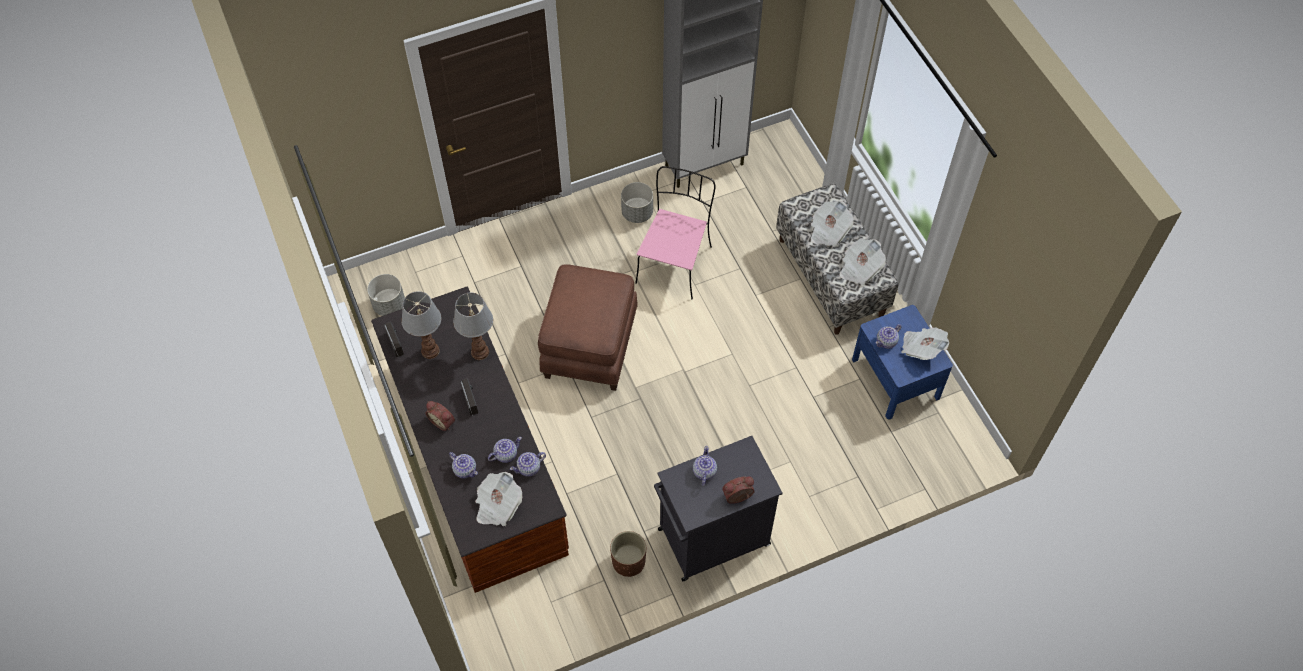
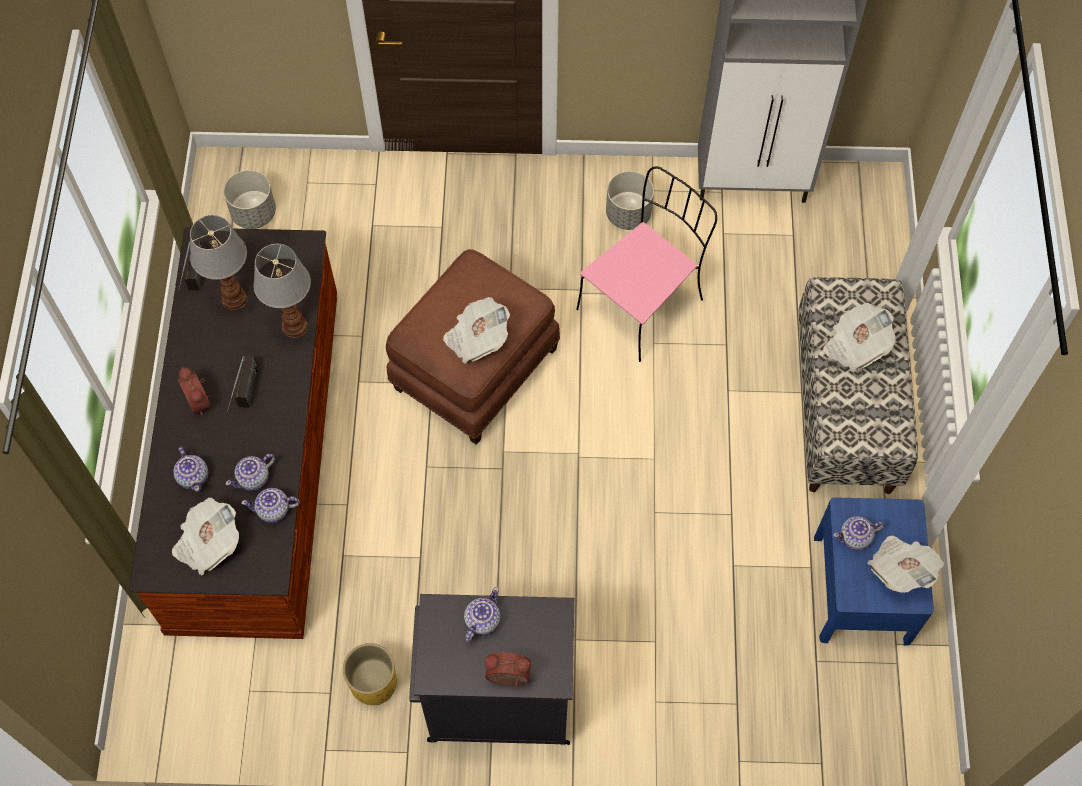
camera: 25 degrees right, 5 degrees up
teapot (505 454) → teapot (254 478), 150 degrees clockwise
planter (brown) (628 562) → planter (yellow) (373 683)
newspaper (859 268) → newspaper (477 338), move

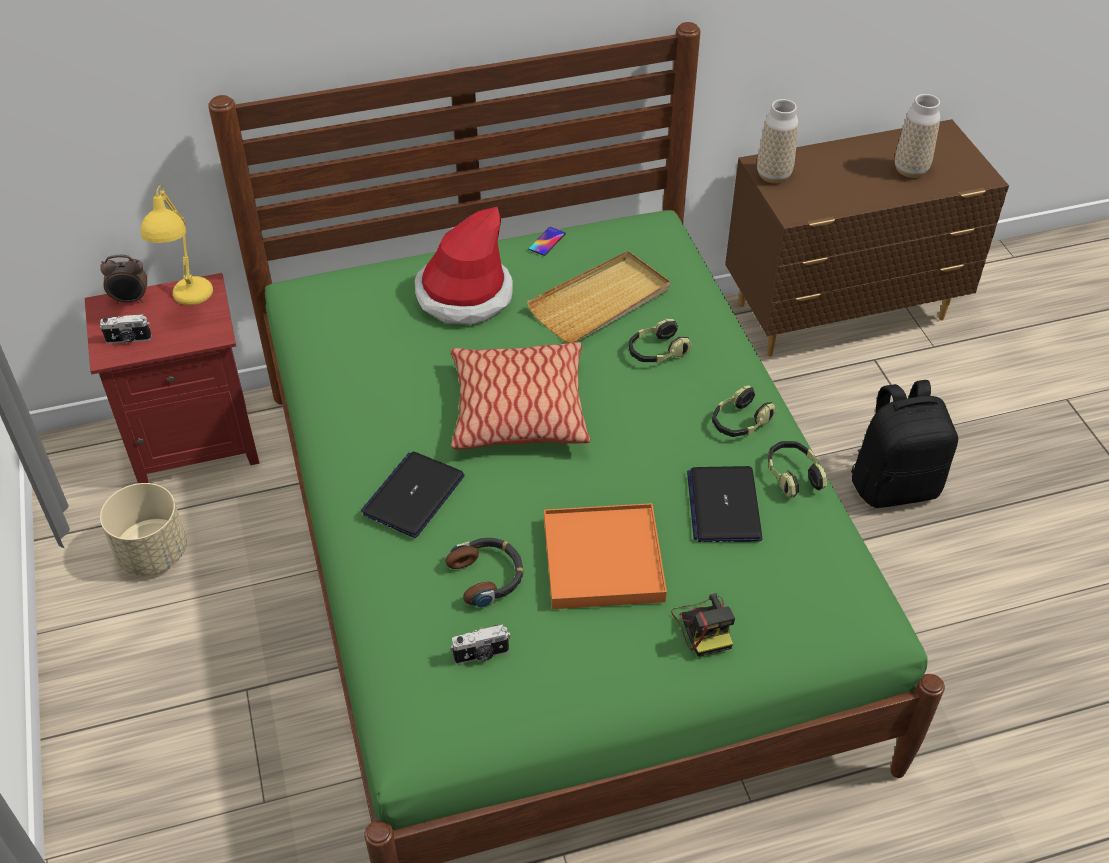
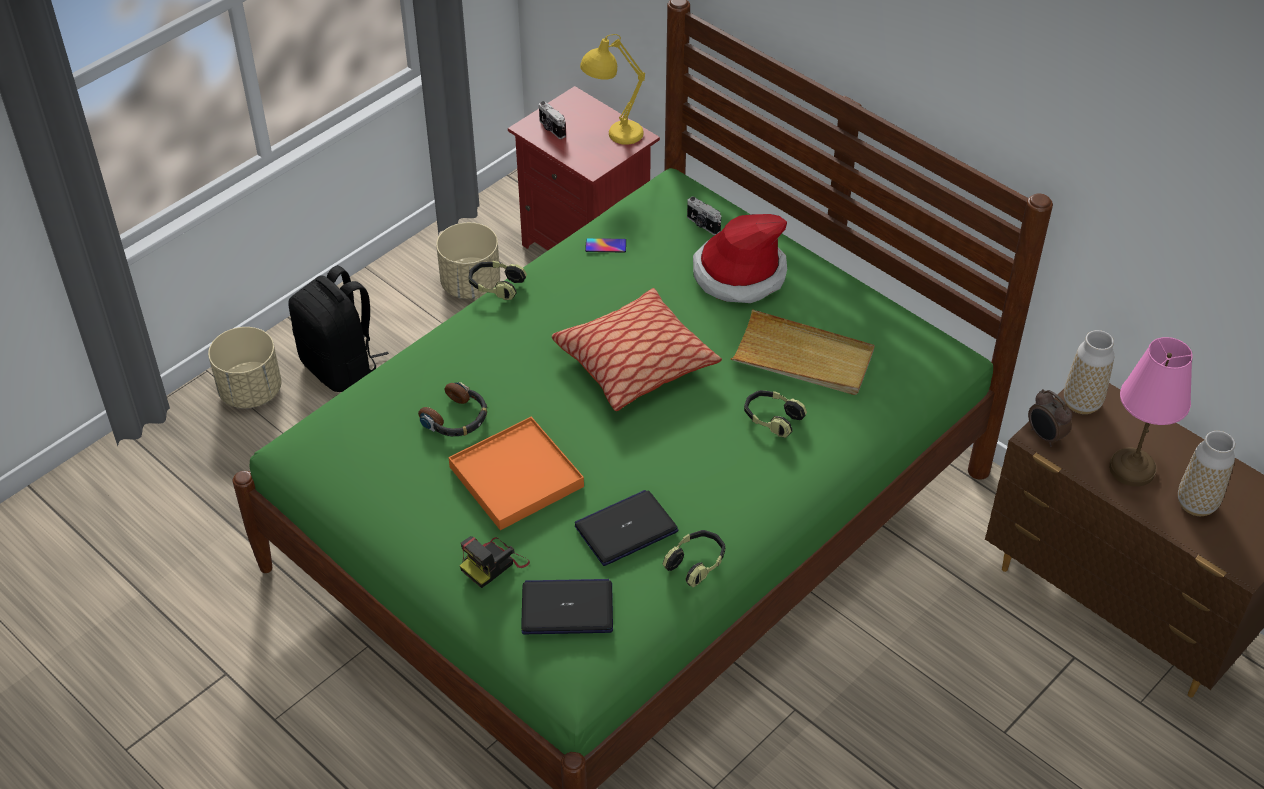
camera: 60 degrees right, 0 degrees up
- → planter (beige) (251 391)
backpack (black) (894 485) → backpack (black) (341 367), move
headphones (740 422) → headphones (496 286), move
laptop (413 495) → laptop (567 608), move
phone (547 241) → phone (605 246), move
photo camera (481 655) → photo camera (702 225), move
alarm clock (131 300) → alarm clock (1044 437), move
- → table lamp (pink) (1131 468)

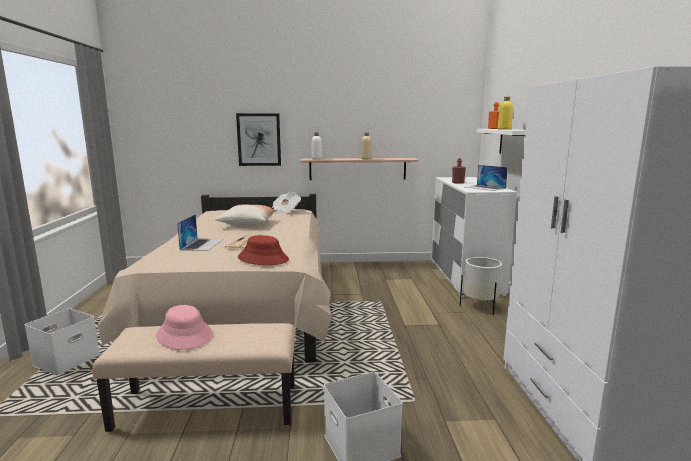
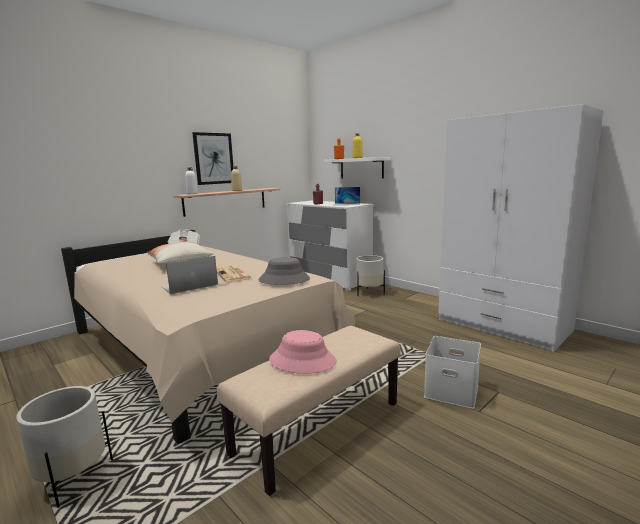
camera: 40 degrees left, 0 degrees up
storage box (white) (67 359) → planter (white) (73 479)
laptop (202 244) → laptop (189 285), 90 degrees counterclockwise
picture (259 139) → picture (213 158), move
hat (red) (263 259) → hat (grey) (284 280)

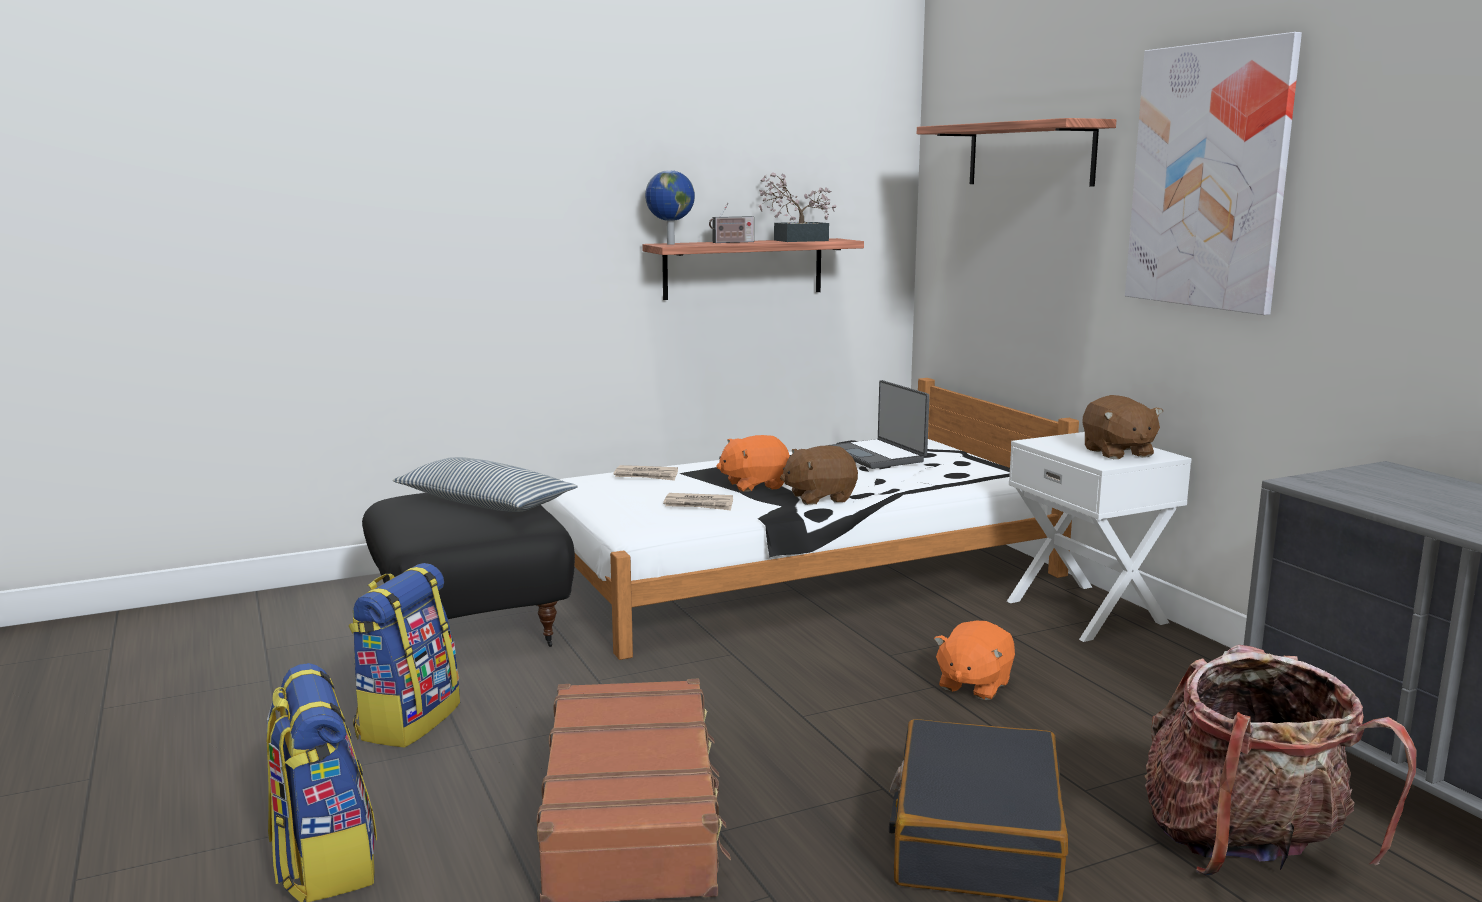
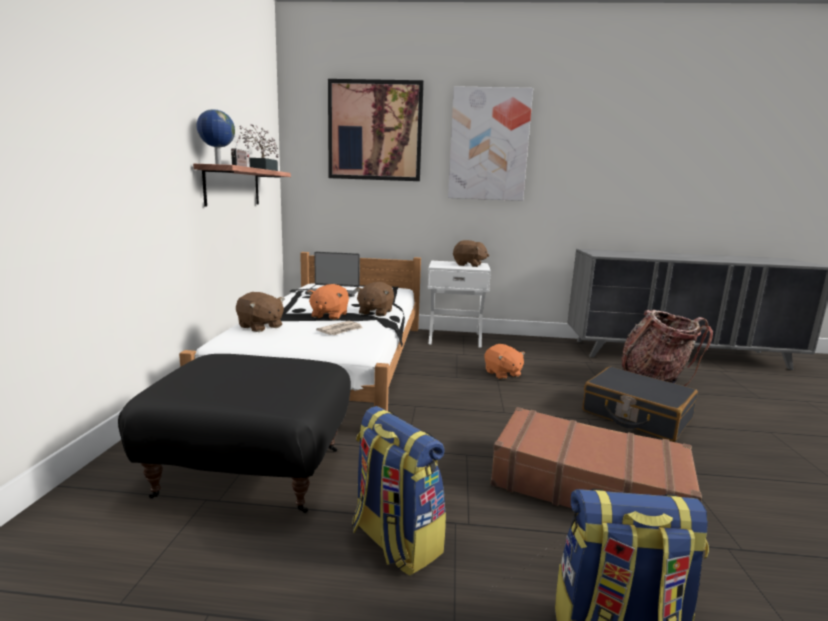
camera: 60 degrees left, 0 degrees up
newspaper (646 476) → plush toy (brown) (260 327)
shelf (1030 154) → picture (375 131)
pillow (485 503) → -

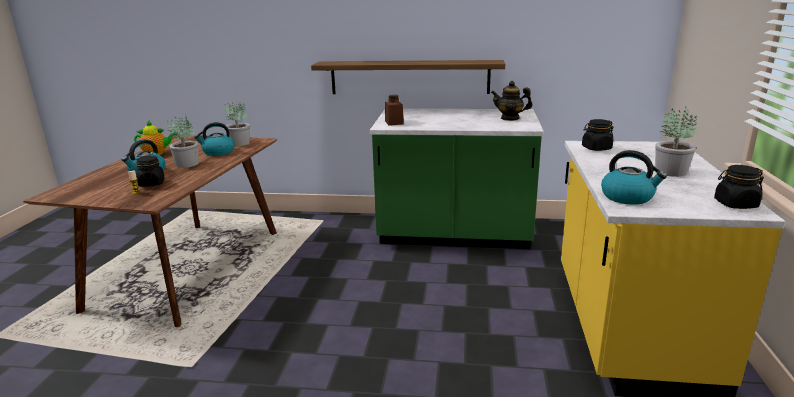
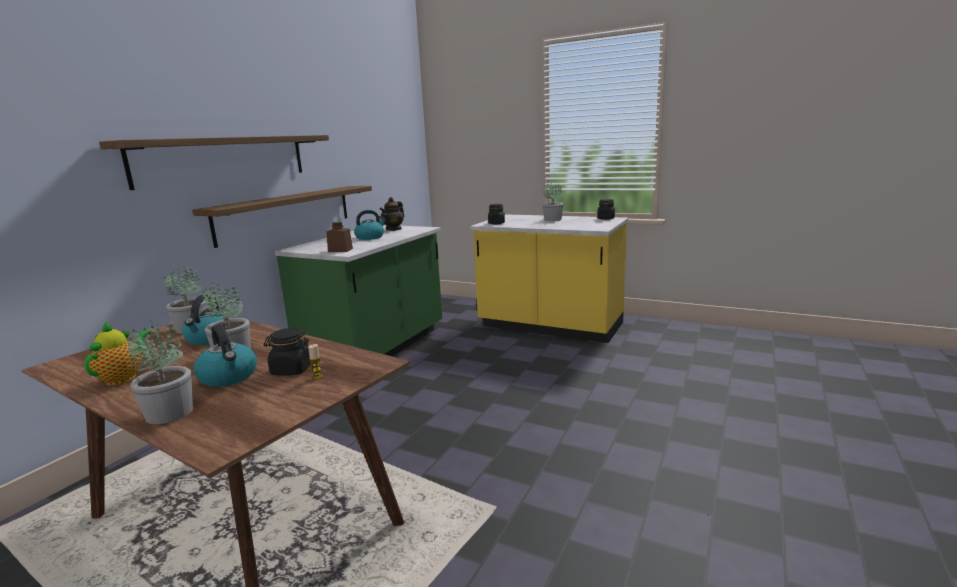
camera: 70 degrees left, 5 degrees down
- → shelf (225 159)
- → potted plant (168 413)
kettle (628 197) → kettle (370 237), move

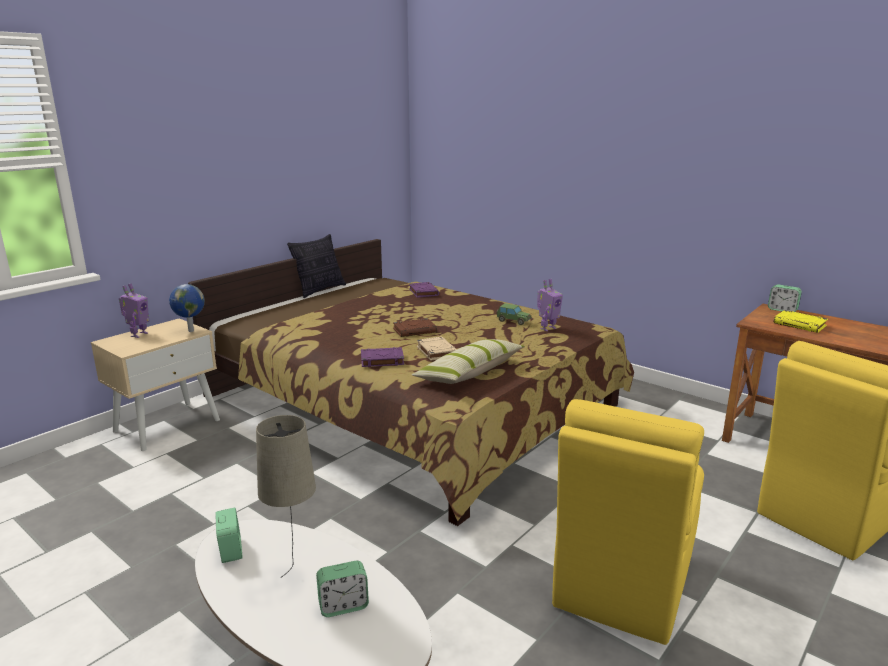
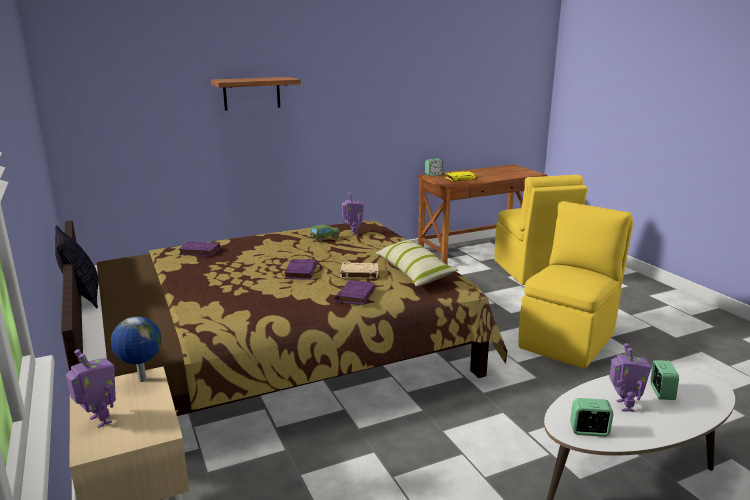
camera: 65 degrees left, 0 degrees up
- → shelf (251 93)
book (brown) (415 330) → book (purple) (301 272)
chair (yellow) (622 583) → chair (yellow) (568 339), 105 degrees counterclockwise
table lamp (beige) (295 573) → toy robot (623 406)

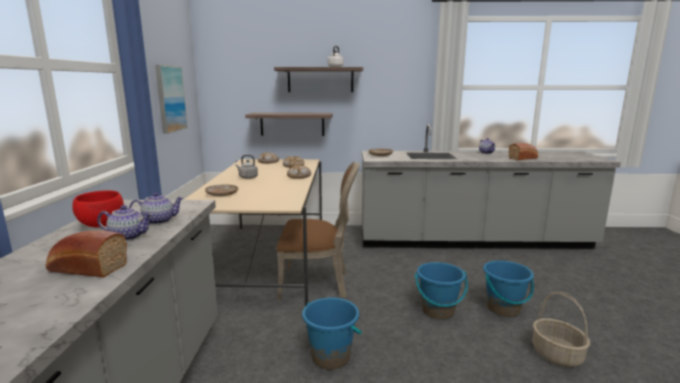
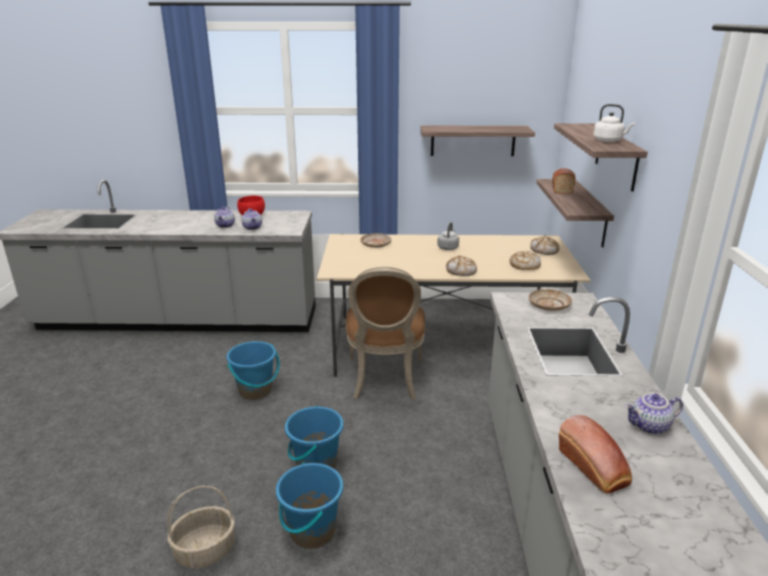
camera: 90 degrees right, 10 degrees up
picture (170 99) → shelf (473 140)
bread (86 268) → bread (561 188), move

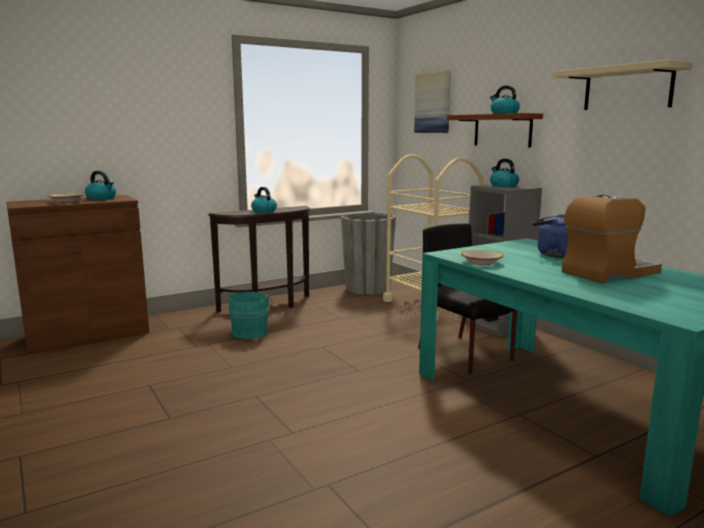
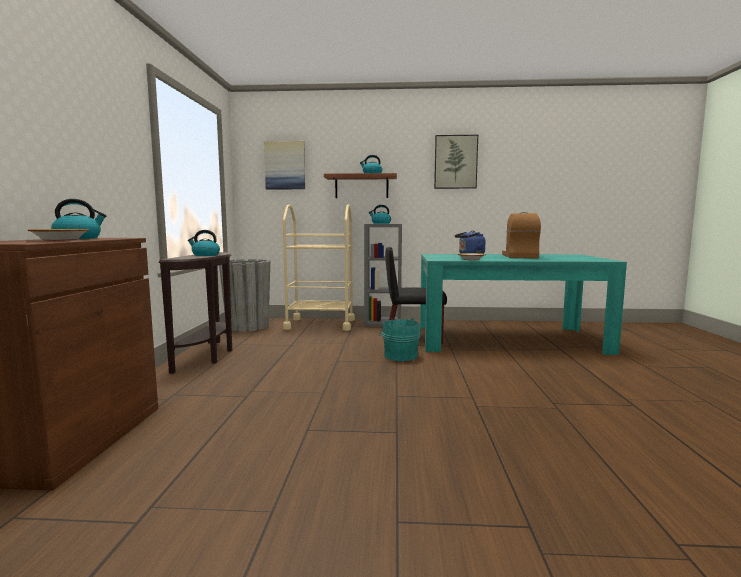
camera: 55 degrees left, 5 degrees down
bucket (turquoise) (251 332) → bucket (turquoise) (399 355), move
shelf (beige) (627 88) → picture (455 162)

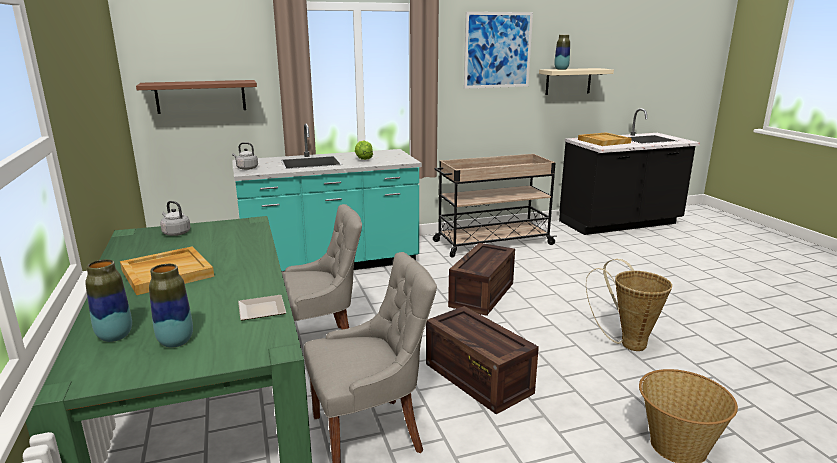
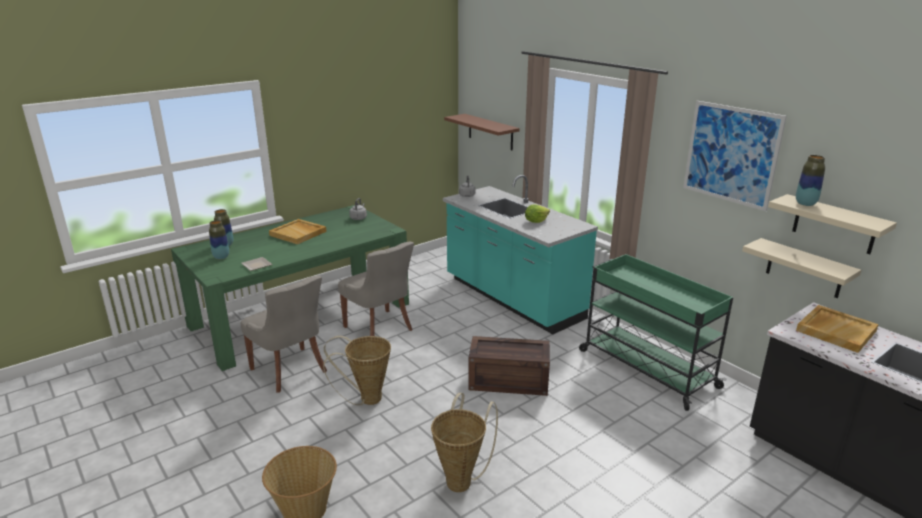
camera: 70 degrees right, 5 degrees up
crate (475 378) → basket (365 399)
cart (beige) (491 243) → cart (green) (645 368)
- → shelf (beige) (804 269)

